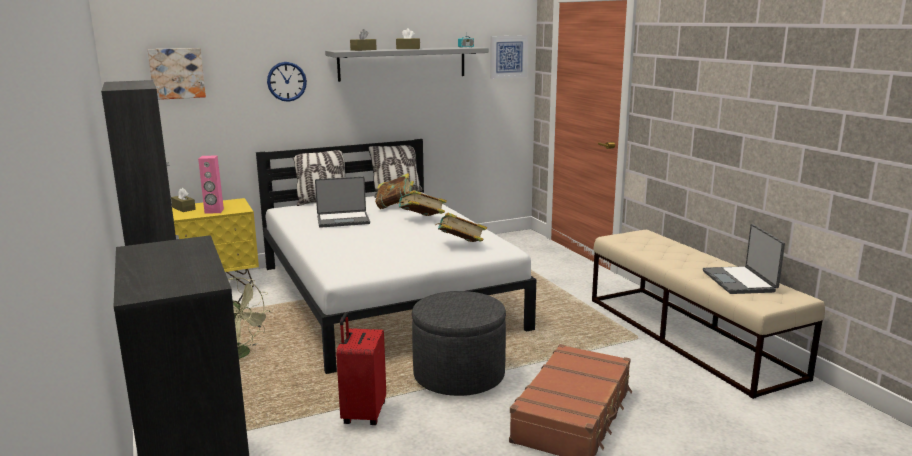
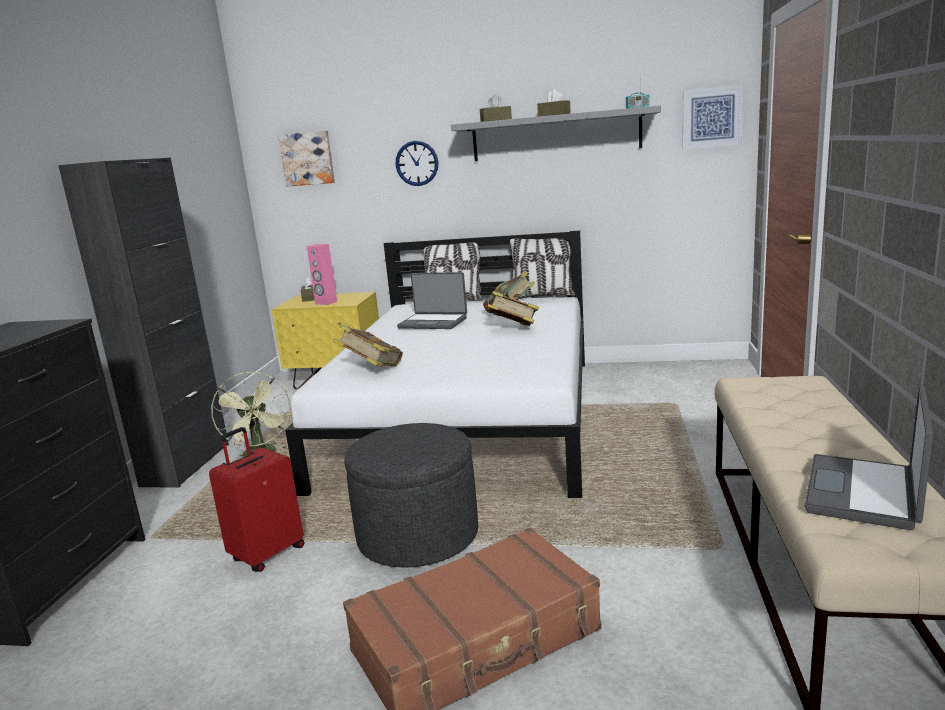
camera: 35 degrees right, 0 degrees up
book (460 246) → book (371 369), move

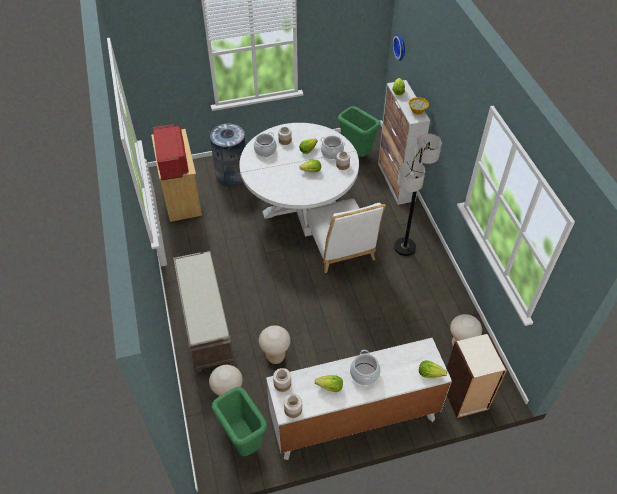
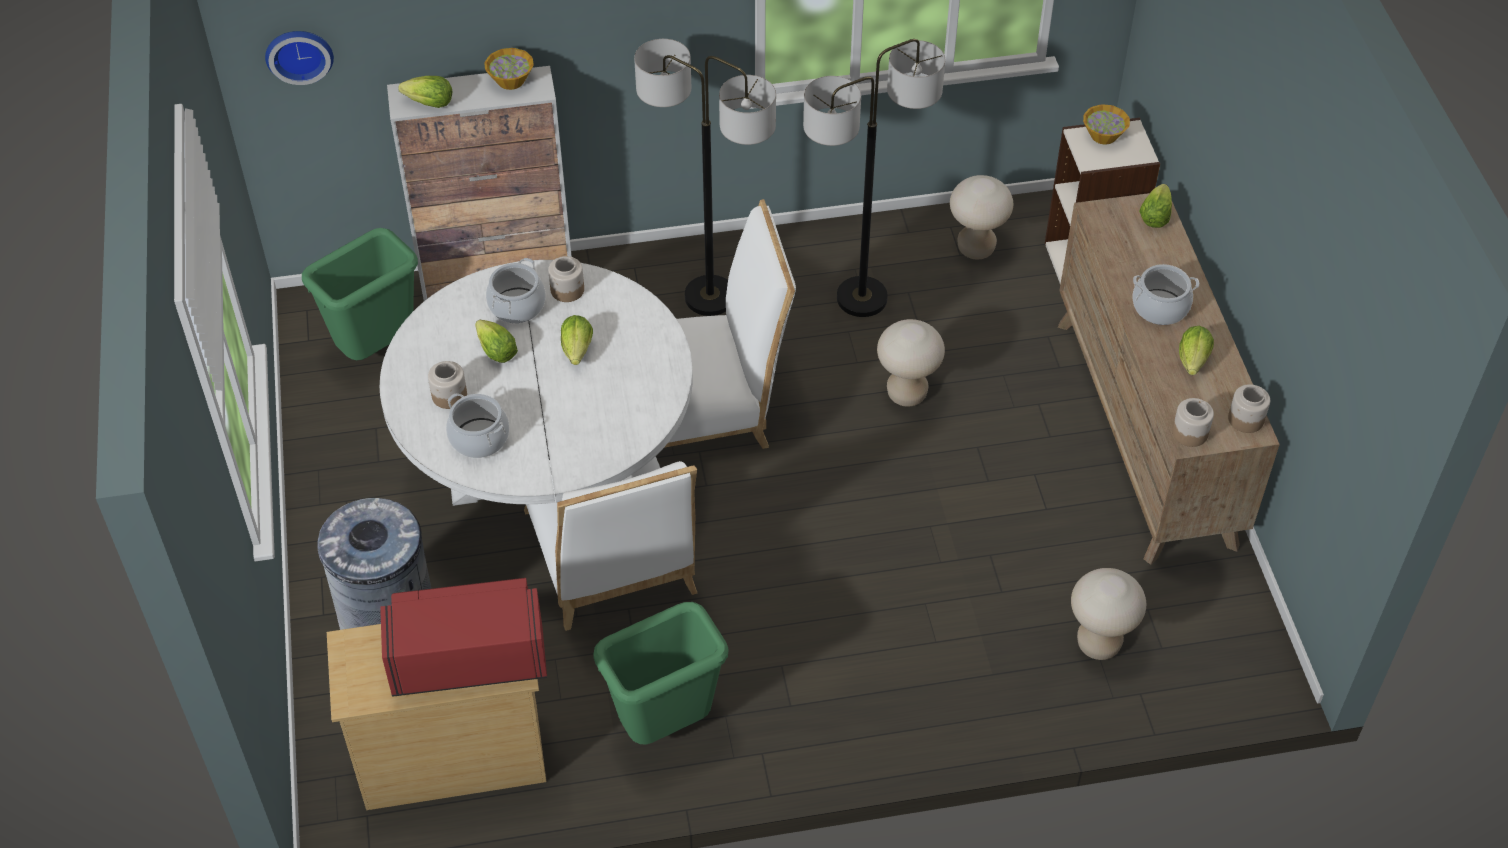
camera: 85 degrees left, 0 degrees up
- → chair (white) (612 561)
trash can (green) (244 442) → trash can (green) (666 725), move
- → floor lamp (861 298)
stool (beige) (275 356) → stool (beige) (906 394), move
dresser (white) (353 419) → dresser (brown) (1145 432)
- → bowl (1103 135)
bench (brown) (205 322) → -

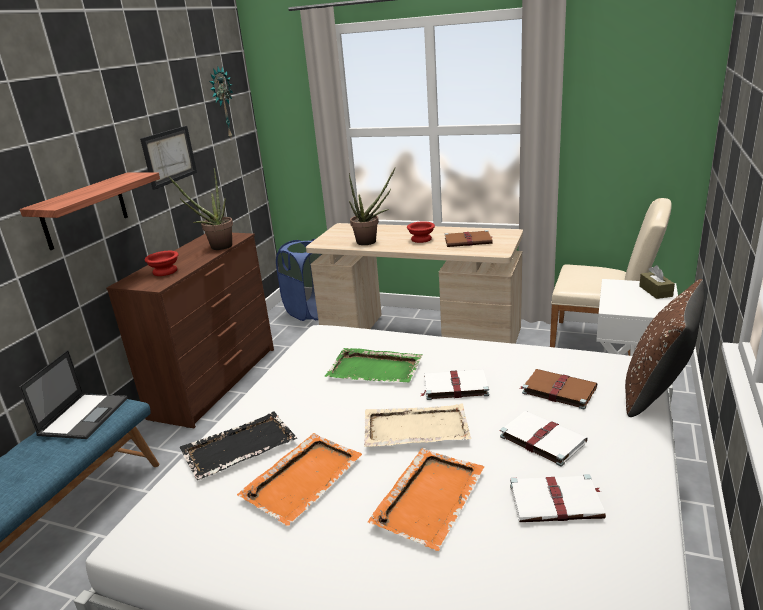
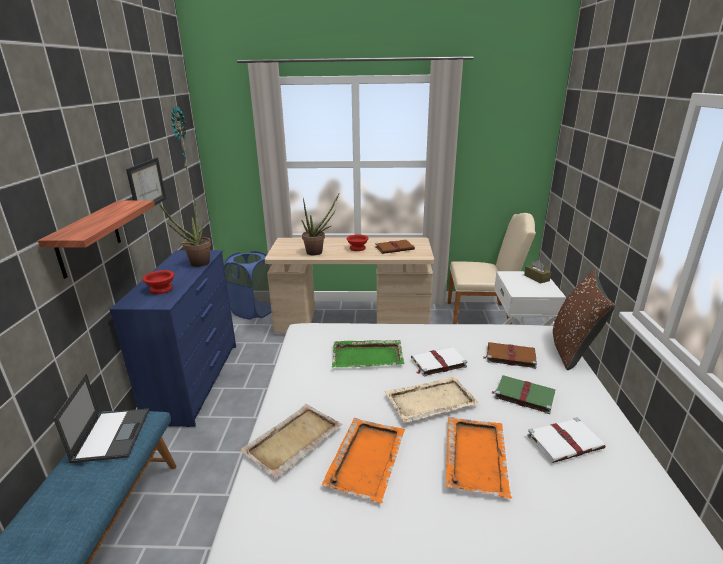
camera: 20 degrees left, 0 degrees up
dresser (brown) (216 382) → dresser (blue) (196 382)
tray (black) (238 447) → tray (beige) (292 441)
book (white) (541 439) → book (green) (523 395)

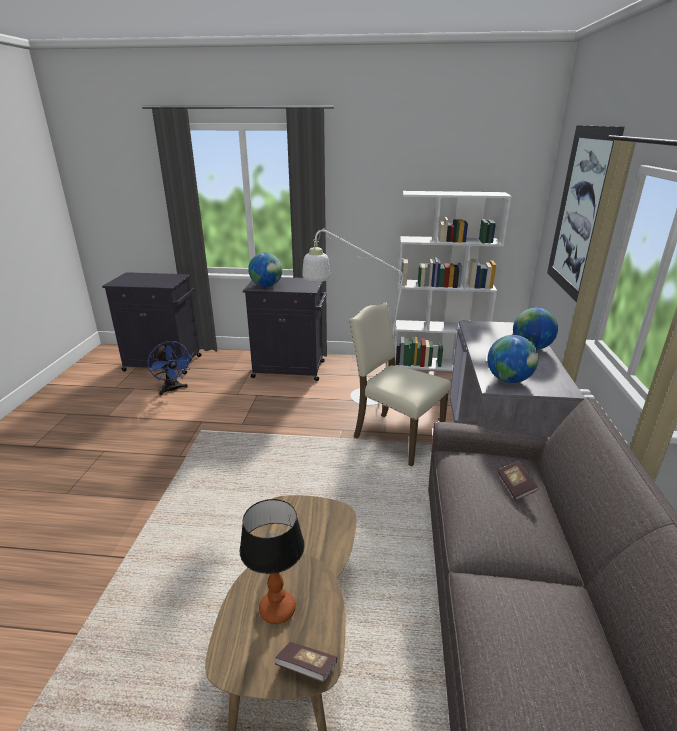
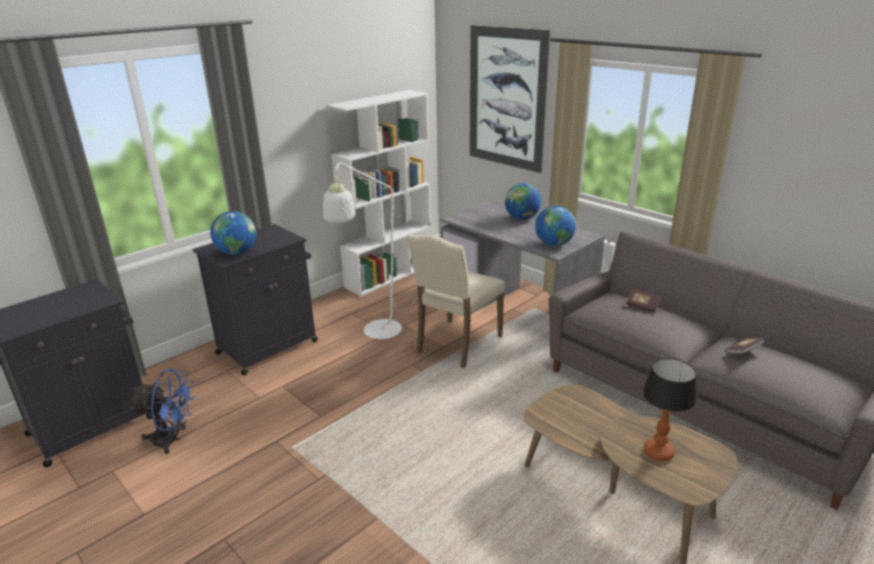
camera: 50 degrees left, 0 degrees up
chair (beige) (395 436) → chair (beige) (457 344), 45 degrees counterclockwise
book (306 668) → book (743 352), move

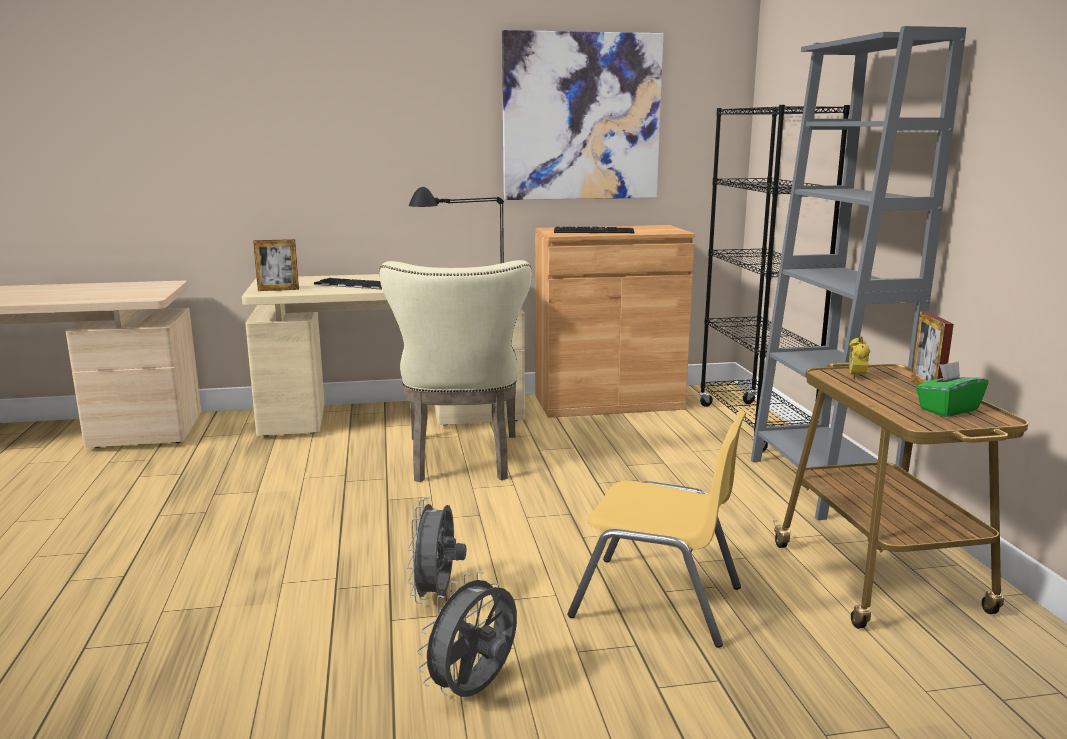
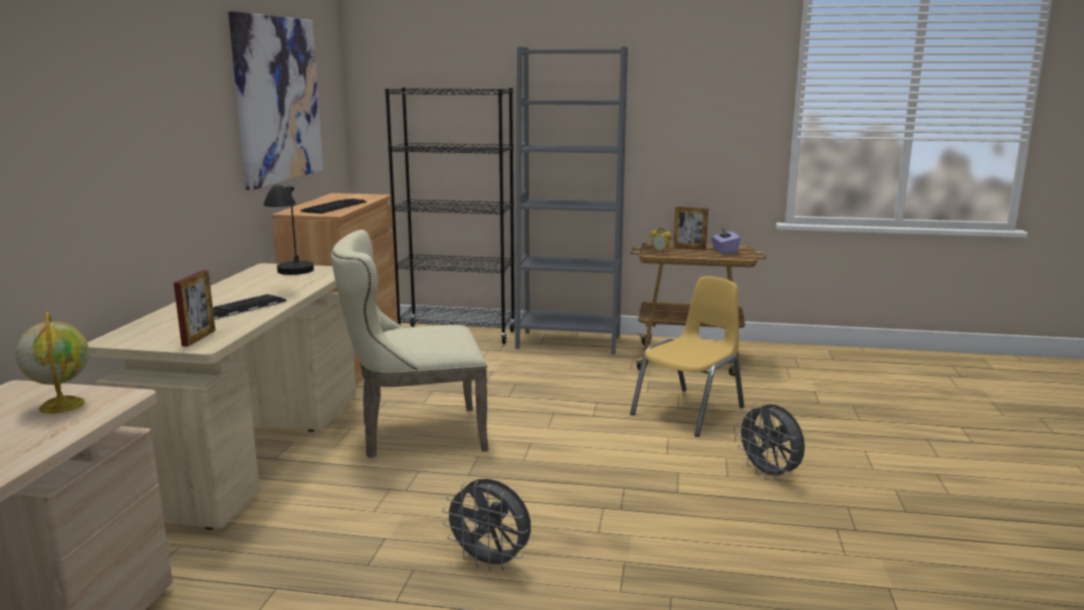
camera: 70 degrees left, 0 degrees up
- → globe (61 405)
chair (beige) (462 461) → chair (beige) (414 435), 150 degrees clockwise
fan (grey) (437 596) → fan (grey) (490 562), move
tissue box (green) (947 409) → tissue box (purple) (724 251)

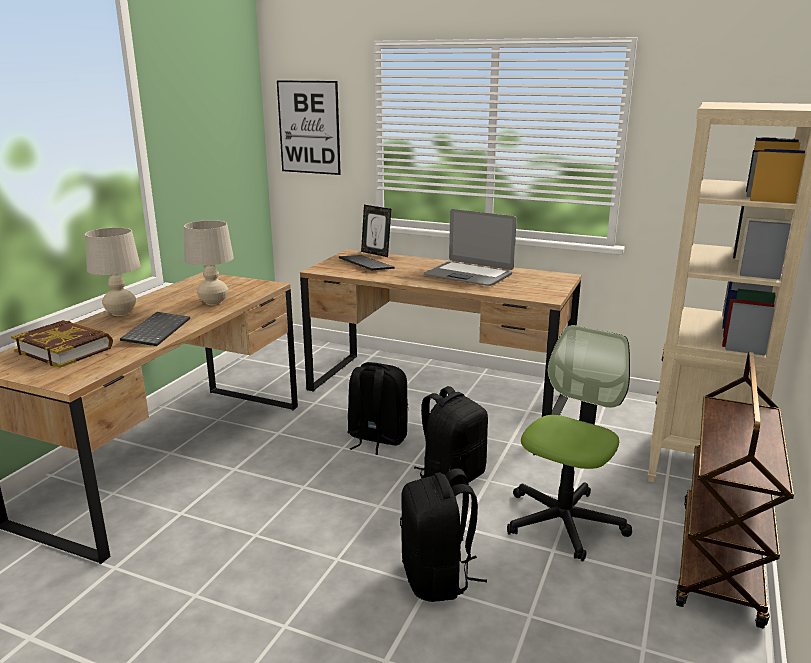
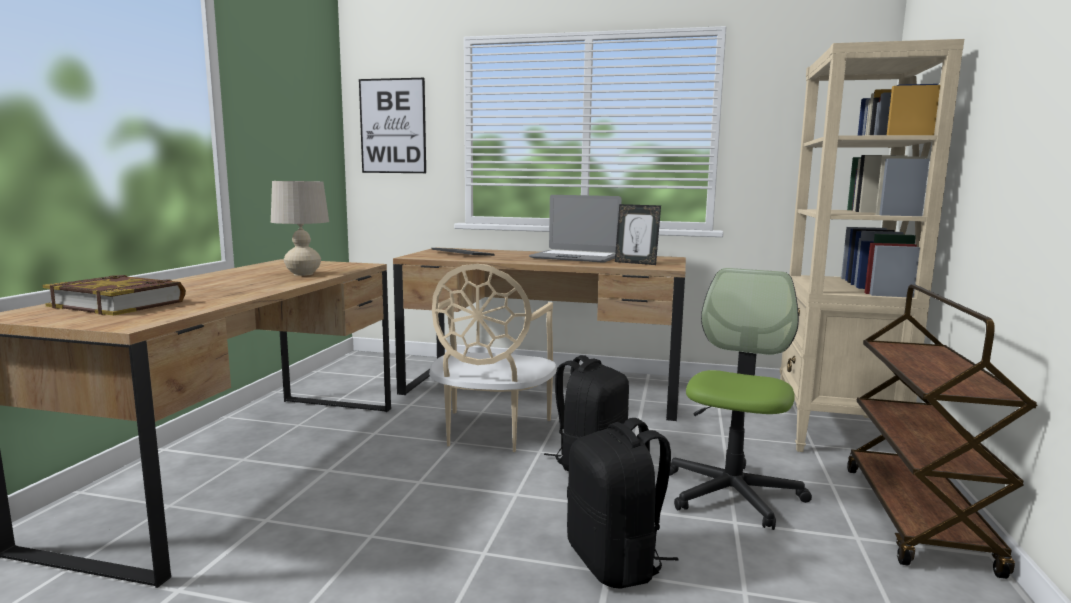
camera: 10 degrees left, 10 degrees down
backpack (black) (376 438) → chair (beige) (490 432)
picture frame (376 253) → picture frame (636 263), move
table lamp (beige) (120 313) → -
keyboard (156 330) → -

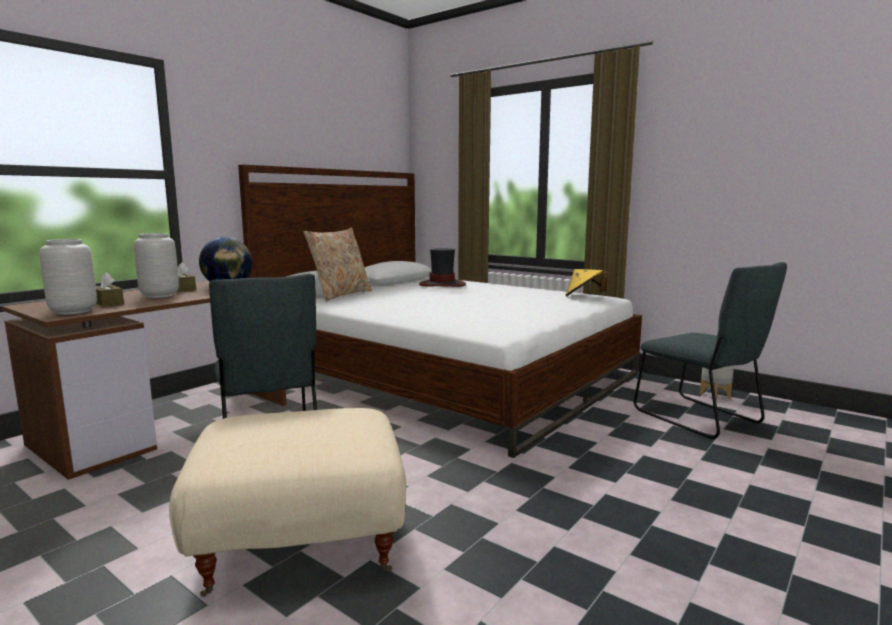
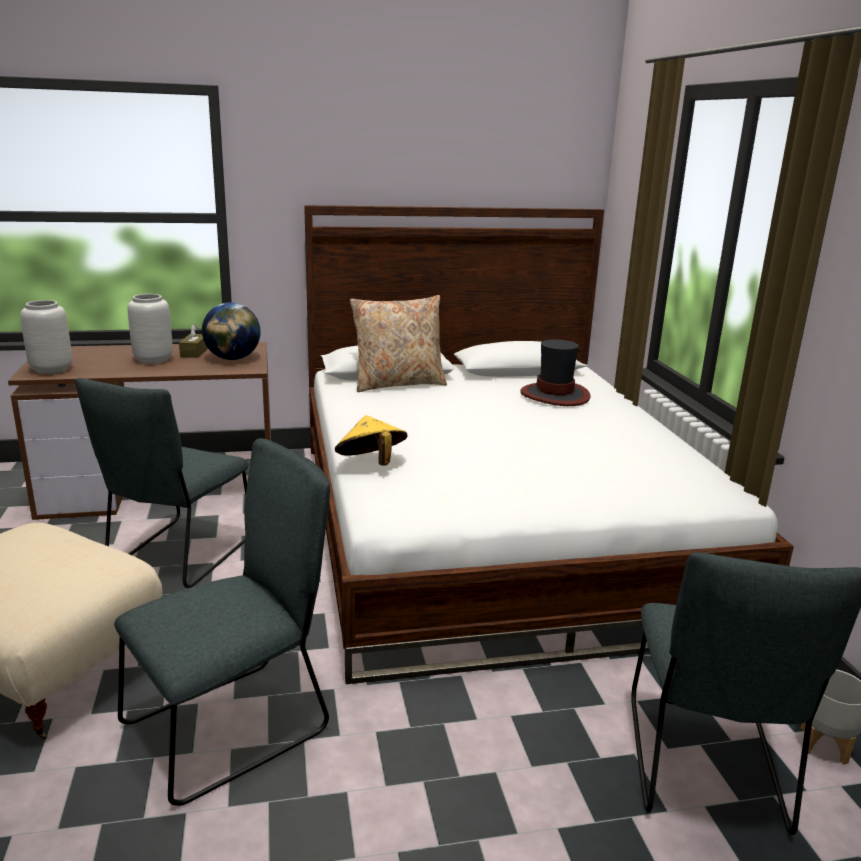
camera: 40 degrees right, 10 degrees up
- → chair (grey) (235 724)
hat (yellow) (584 297) → hat (yellow) (371 464), move
tissue box (brown) (108 303) → -

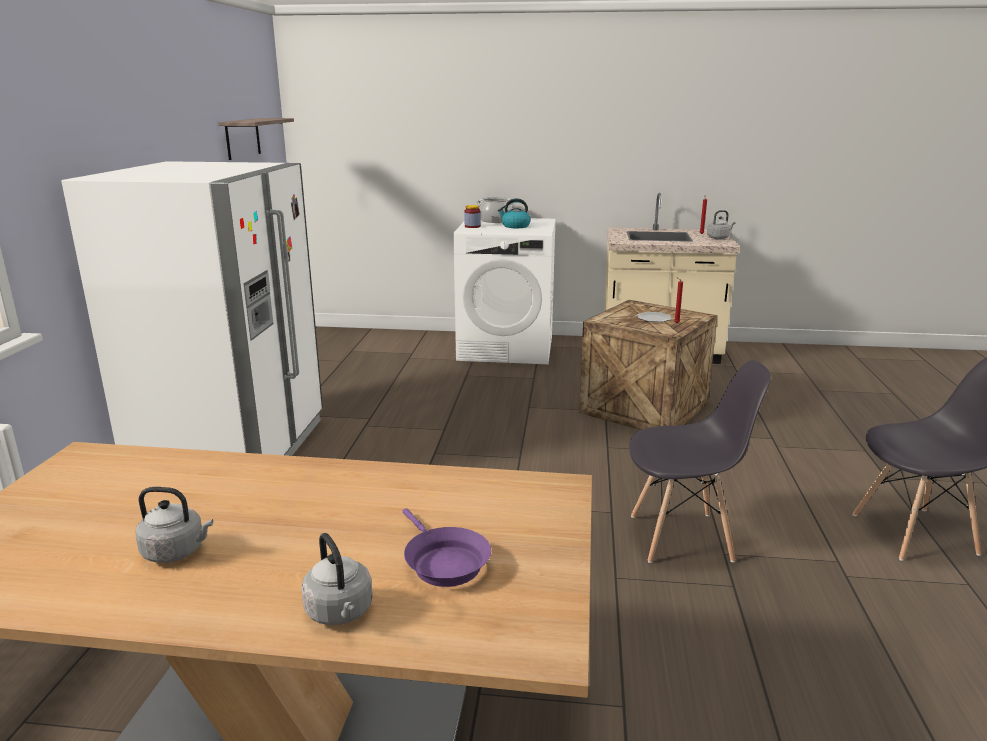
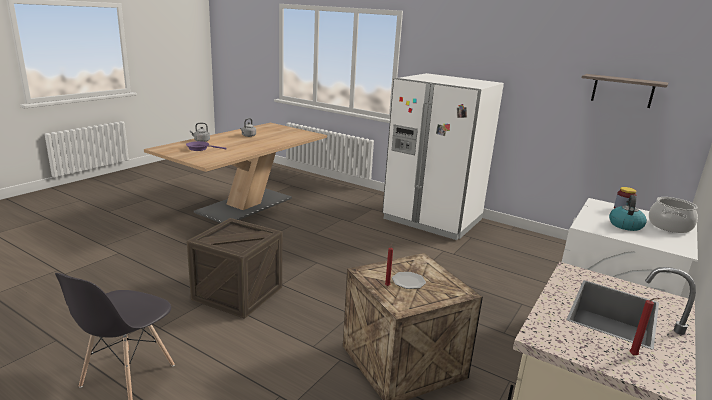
camera: 115 degrees right, 0 degrees up
chair (grey) (682 537) → crate (238 293)
kettle (grey) (719 238) → -

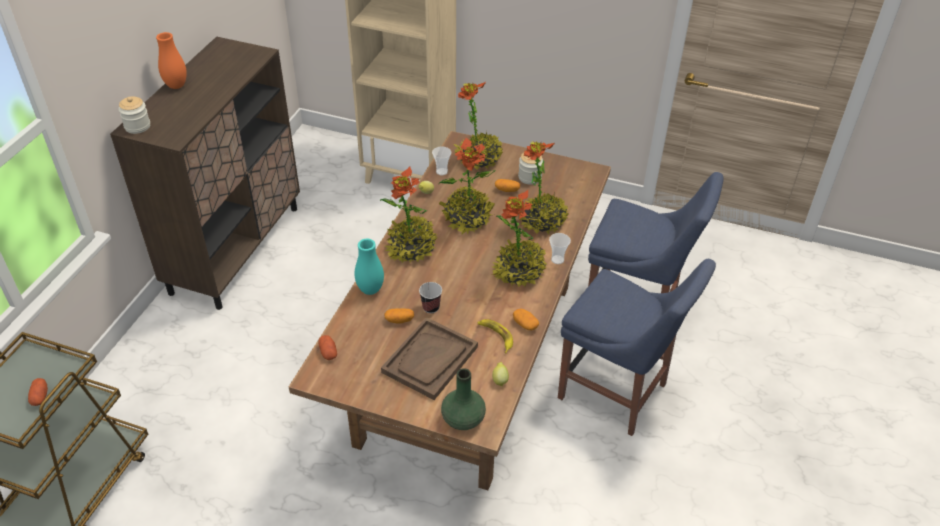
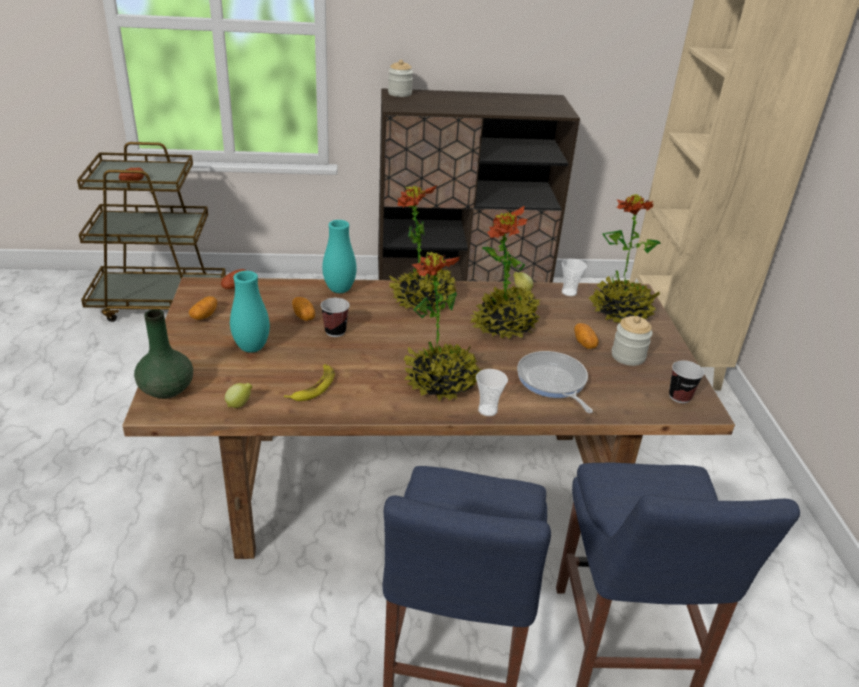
camera: 65 degrees right, 10 degrees down
potato (525 324) → potato (204 315), move
tray (brown) (430 360) → vase (turquoise) (252 348)
potted plant (541 220) → frying pan (553 382)
- → cup (679 397)
vase (orange) (176 86) → -

